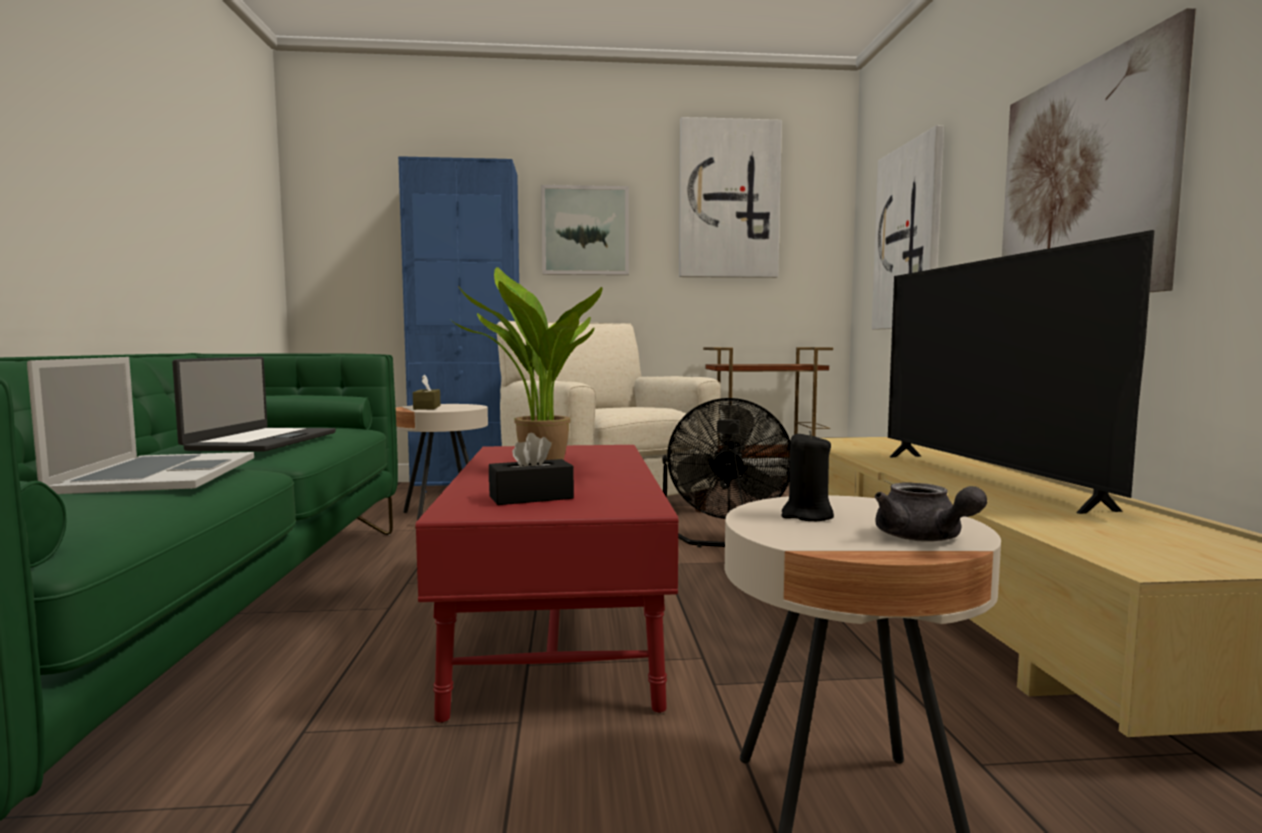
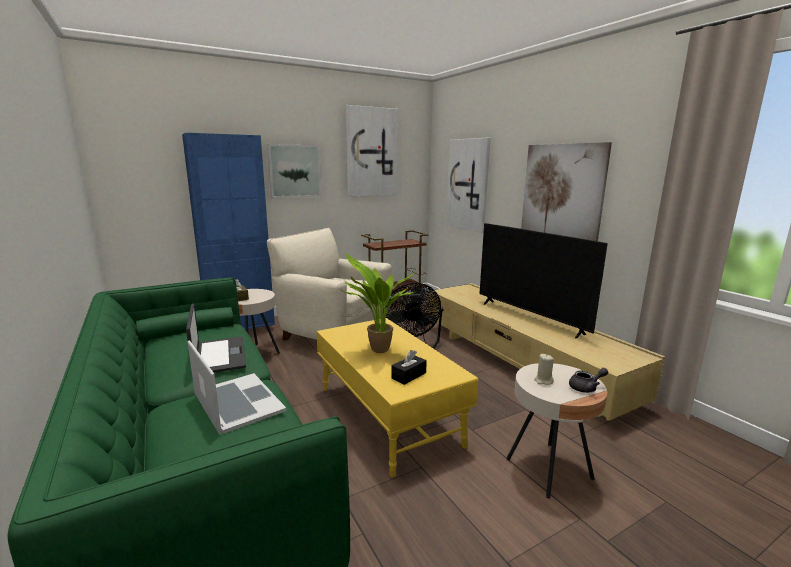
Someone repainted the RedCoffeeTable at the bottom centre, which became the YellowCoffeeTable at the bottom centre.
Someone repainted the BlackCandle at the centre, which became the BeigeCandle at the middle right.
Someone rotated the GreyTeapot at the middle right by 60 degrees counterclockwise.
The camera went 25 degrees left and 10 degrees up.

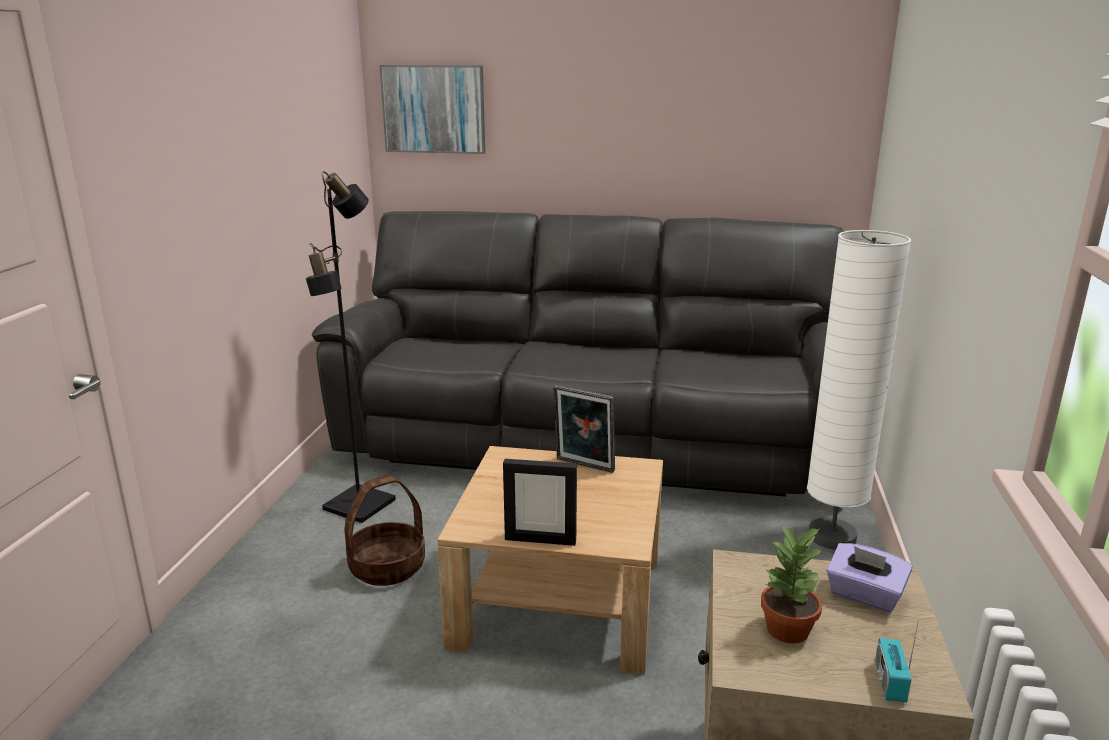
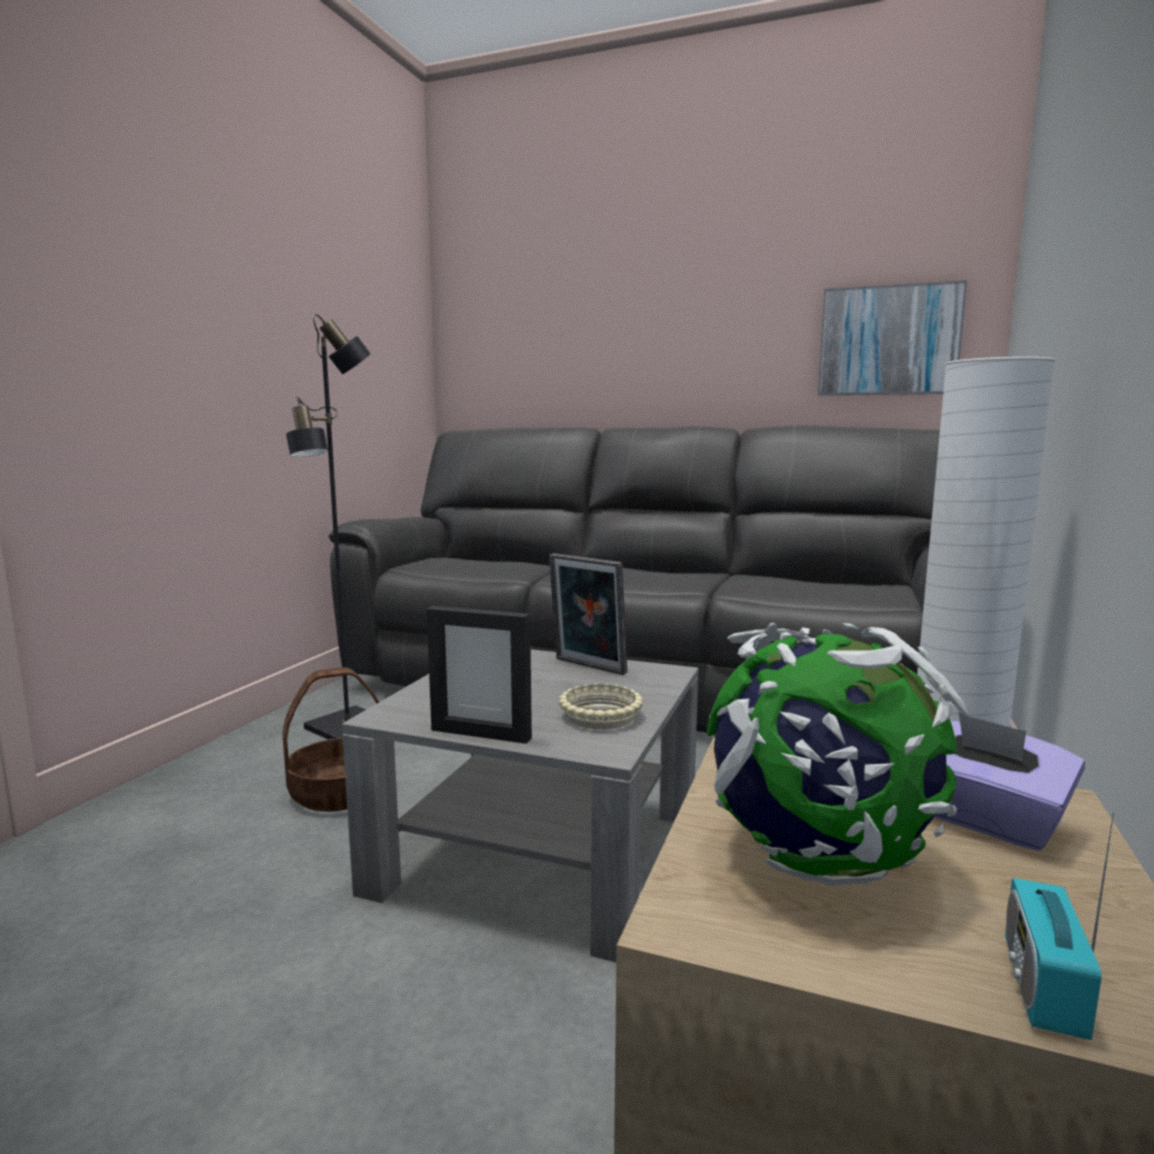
Someone carried the Picture from the top centre to the top right.
Someone repainted the BrownCoffeeTable at the bottom centre, which became the GreyCoffeeTable at the bottom centre.
Someone swapped the PottedPlant at the bottom right for the Globe at the middle right.
Someone put down the BeigeBowl at the centre.
The camera went 10 degrees right and 10 degrees down.

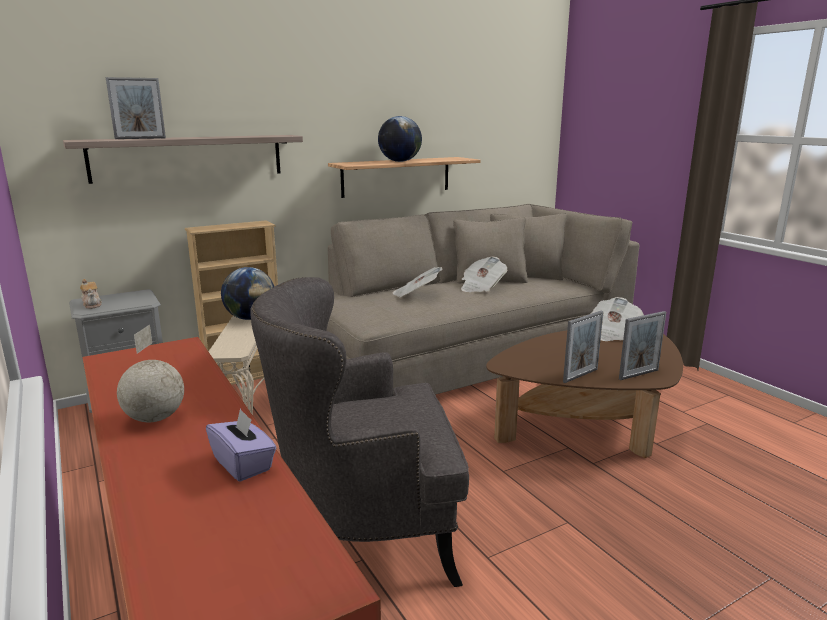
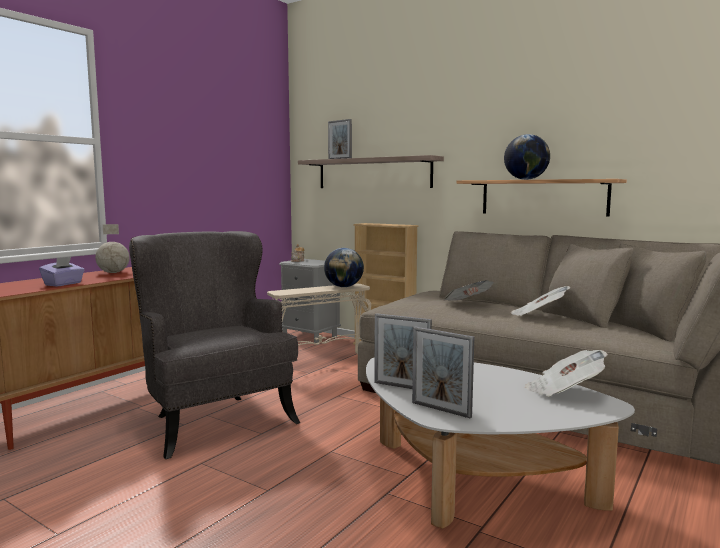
Someone repainted the BrownCoffeeTable at the middle right, which became the WhiteCoffeeTable at the bottom right.
The camera went 65 degrees right and 10 degrees down.

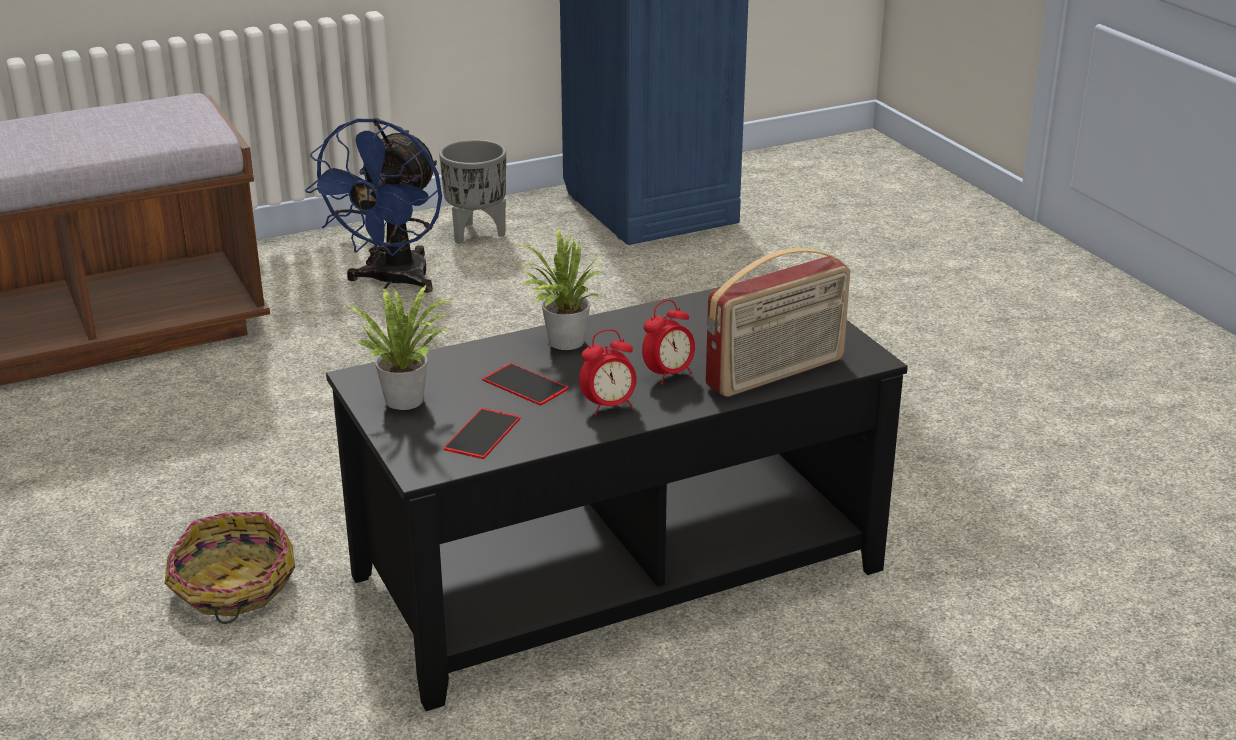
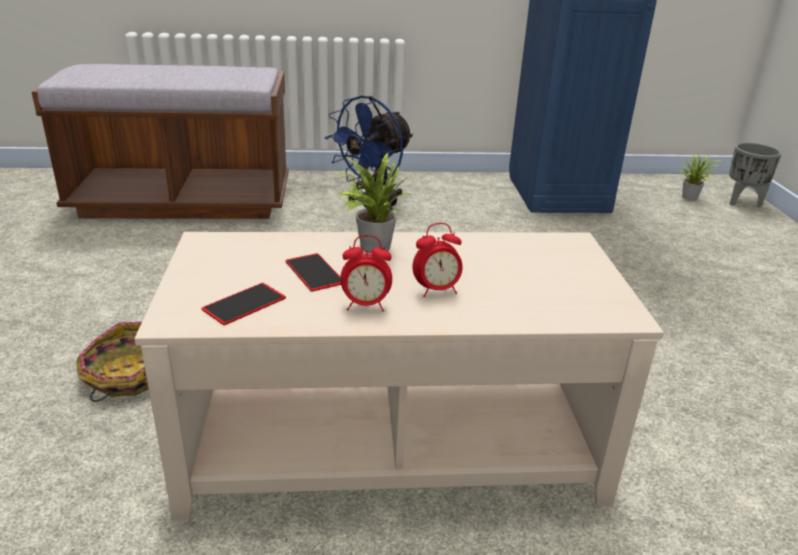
Someone repainted the BlackCoffeeTable at the bottom centre, which became the BeigeCoffeeTable at the bottom centre.
Someone carried the PottedPlant (no. 1 from left in the first image) from the middle left to the top right.
Someone carried the GreyPlanter from the top centre to the top right.
Someone took away the Radio at the centre.
The camera went 20 degrees right and 0 degrees up.

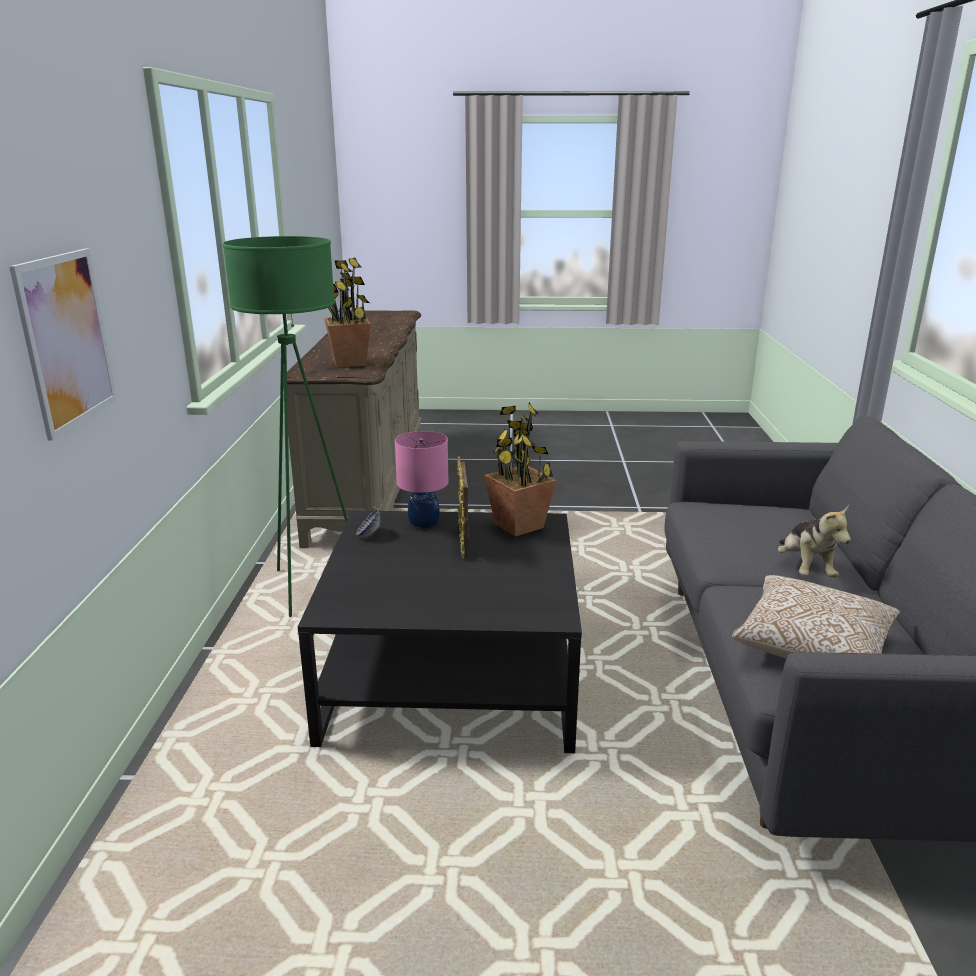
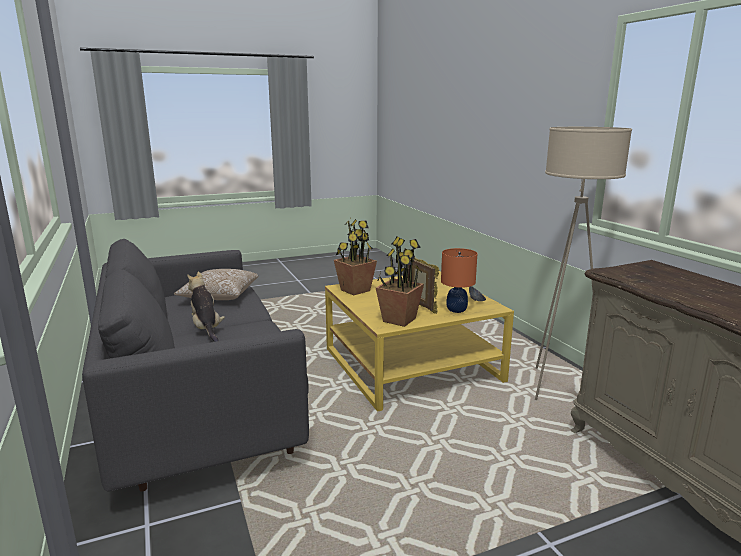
Someone took away the Picture at the middle left.
Someone repainted the GreenFloorLamp at the middle left, which became the BeigeFloorLamp at the middle right.
Someone repainted the BlackCoffeeTable at the centre, which became the YellowCoffeeTable at the centre.
Someone carried the PottedPlant (no. 1 from left) from the top centre to the centre.
Someone repainted the PinkTableLamp at the centre, which became the OrangeTableLamp at the centre.
The camera went 155 degrees right and 5 degrees down.

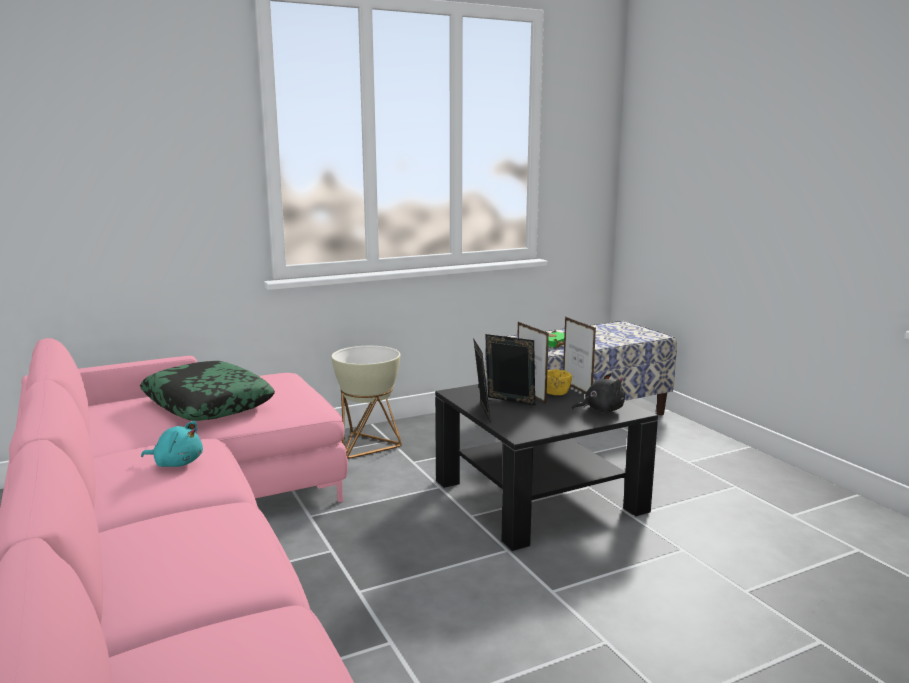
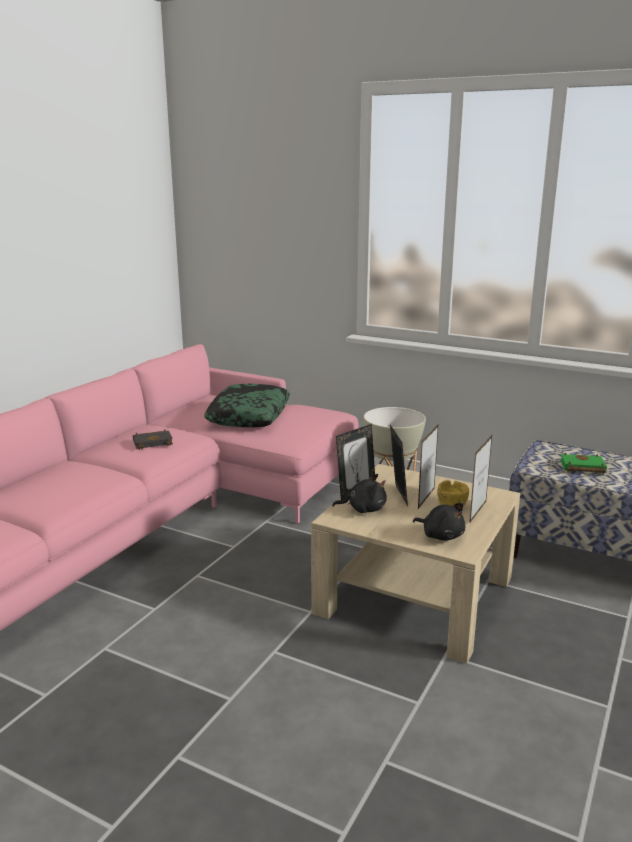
Someone swapped the TurquoisePlushToy at the middle left for the BlackBook at the middle left.
Someone repainted the BlackCoffeeTable at the bottom centre, which became the BeigeCoffeeTable at the bottom centre.
Someone put down the BlackPlushToy (no. 1 from left) at the centre.
The camera went 55 degrees right and 5 degrees up.

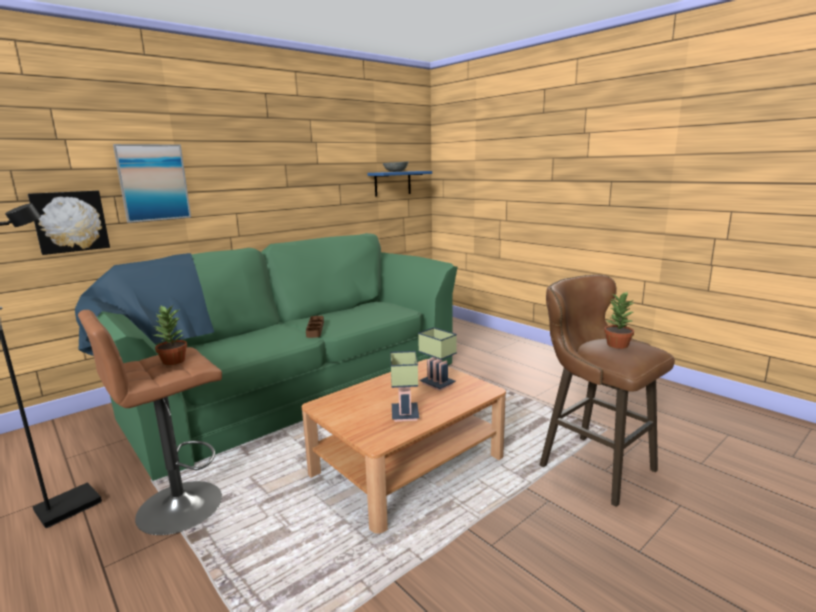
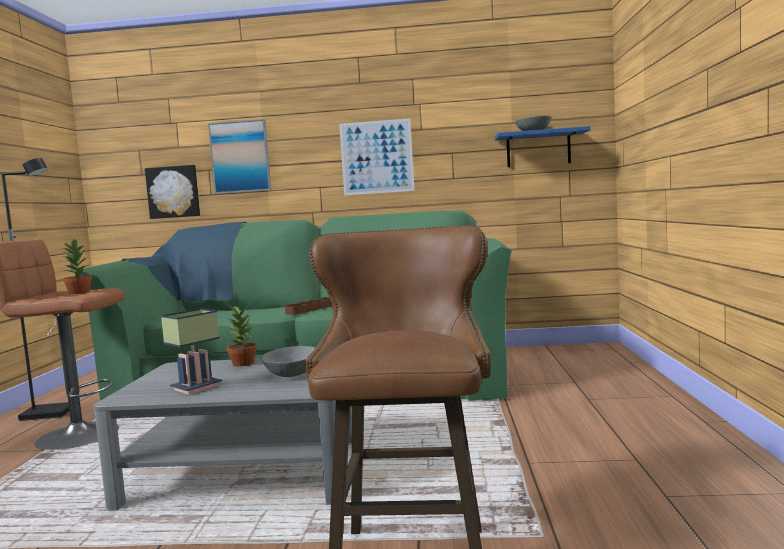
Someone repainted the BrownCoffeeTable at the bottom centre, which became the GreyCoffeeTable at the bottom left.
Someone swapped the TableLamp (no. 2 from left) at the centre for the GreyBowl (no. 1 from left) at the centre.
Someone carried the PottedPlant (no. 2 from left) from the middle right to the middle left.
Someone put up the Picture (no. 3 from left) at the top centre.
The camera went 45 degrees right and 10 degrees down.

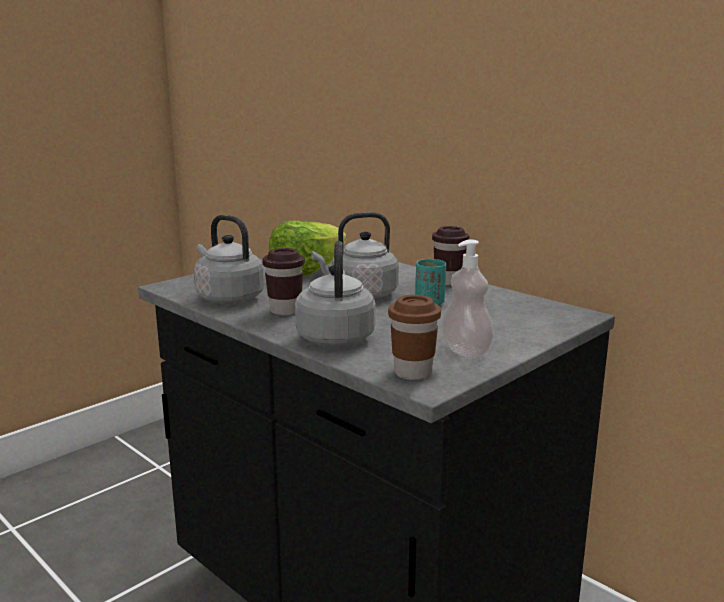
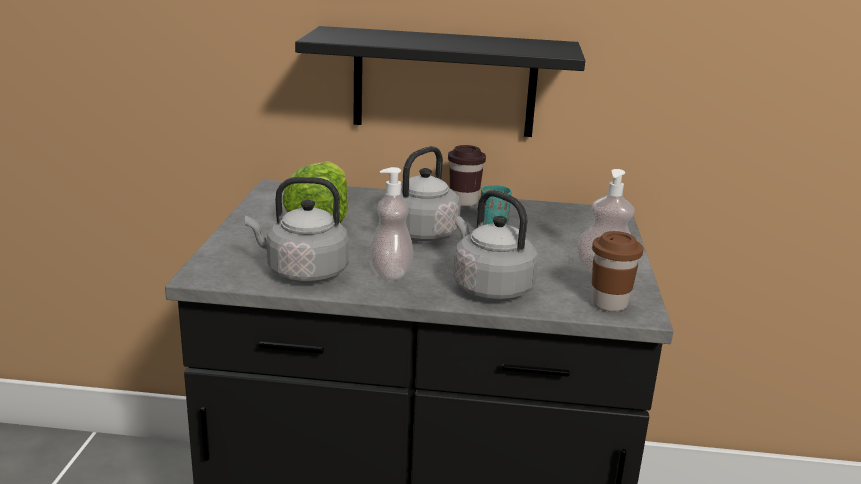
Someone swapped the BrownCup (no. 1 from left) at the centre for the SoapDispenser (no. 1 from left) at the centre.
Someone put up the BlackShelf at the top centre.
The camera went 40 degrees left and 5 degrees up.

